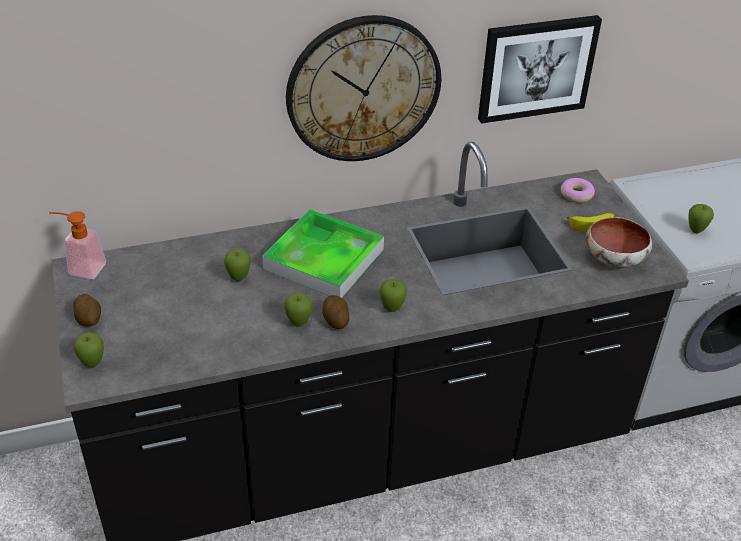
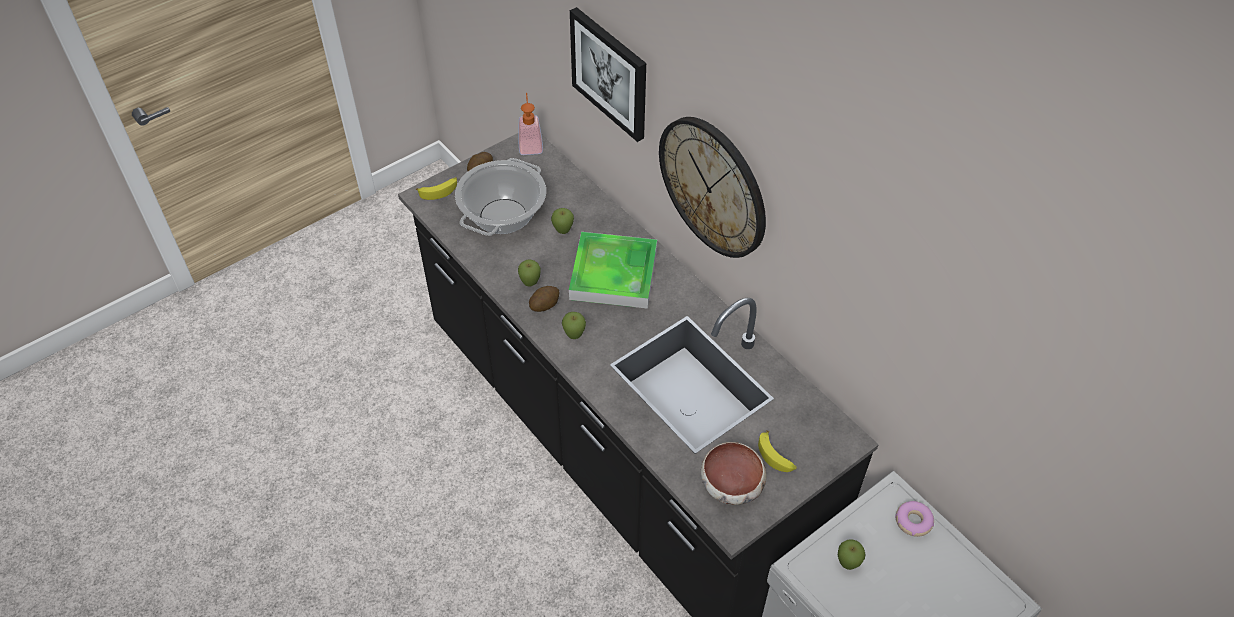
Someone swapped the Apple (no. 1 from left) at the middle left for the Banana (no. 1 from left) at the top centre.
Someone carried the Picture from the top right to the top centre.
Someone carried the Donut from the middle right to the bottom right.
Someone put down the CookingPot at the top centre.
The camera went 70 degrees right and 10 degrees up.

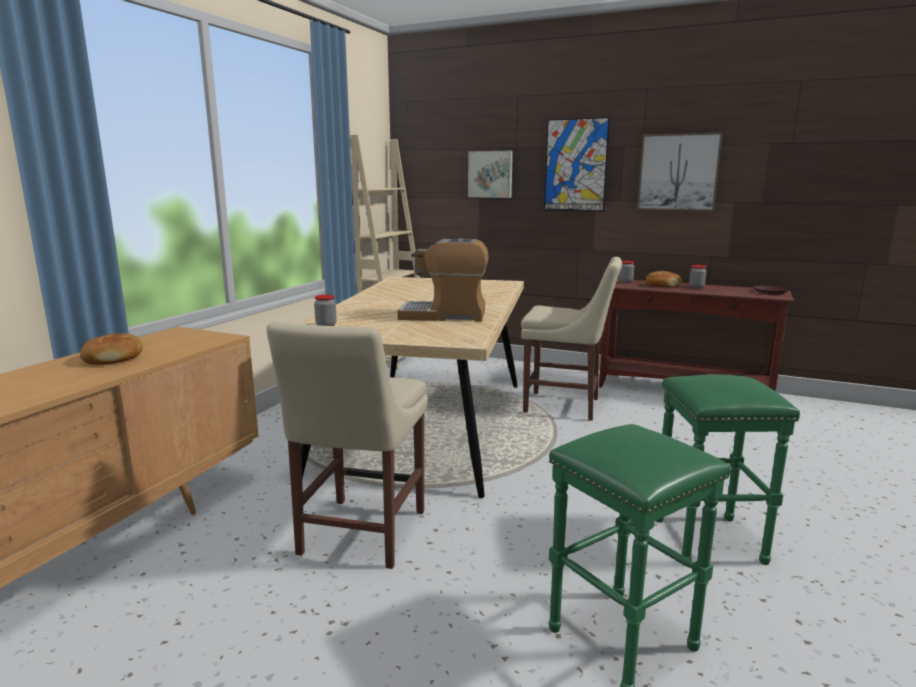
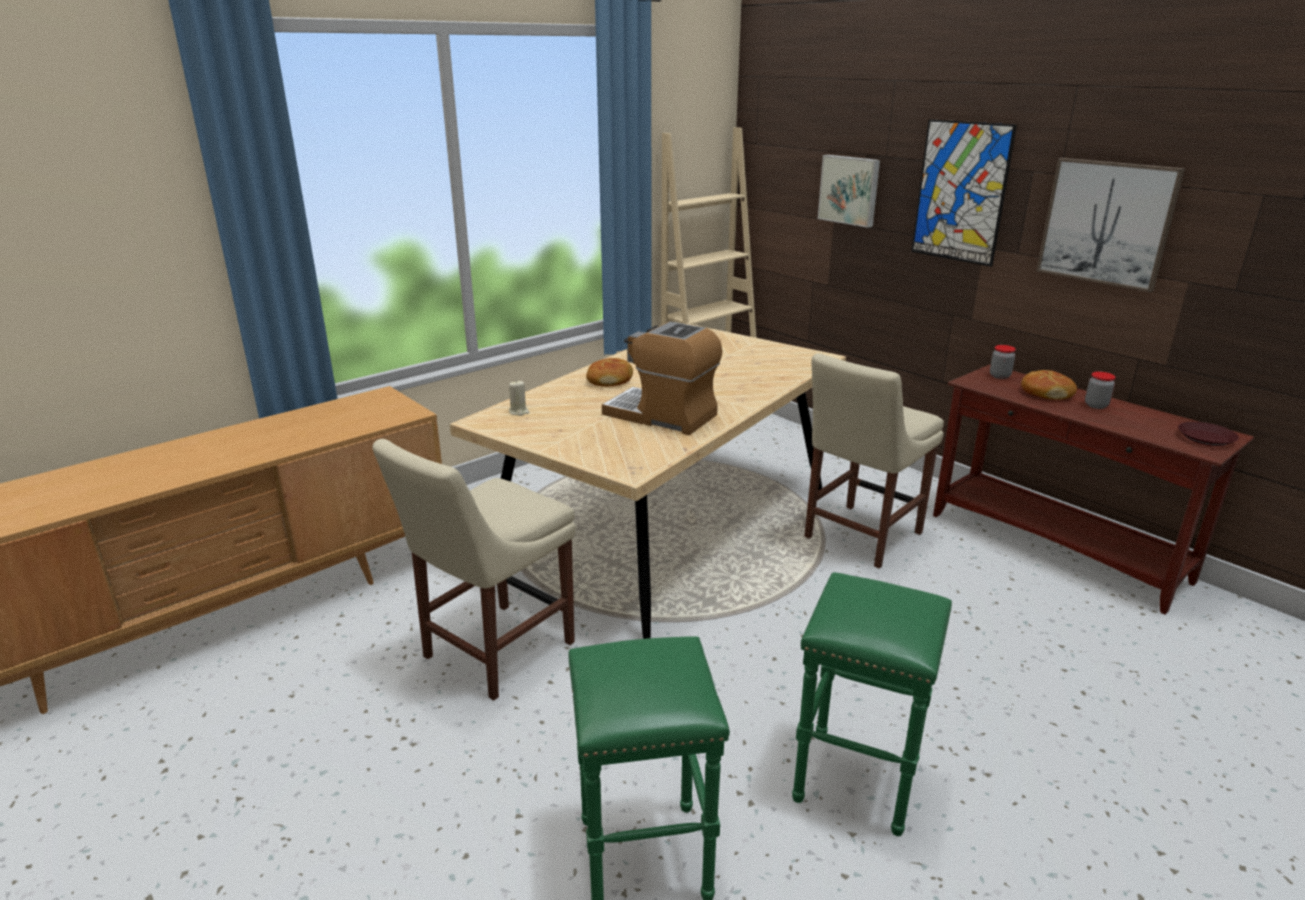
Someone carried the Bread (no. 1 from left) from the middle left to the centre.
Someone swapped the Jar (no. 1 from left) at the centre for the BeigeCandle at the centre.
Someone rotated the BeigeChair (no. 2 from left) at the centre by 90 degrees clockwise.
The camera went 25 degrees right and 10 degrees up.

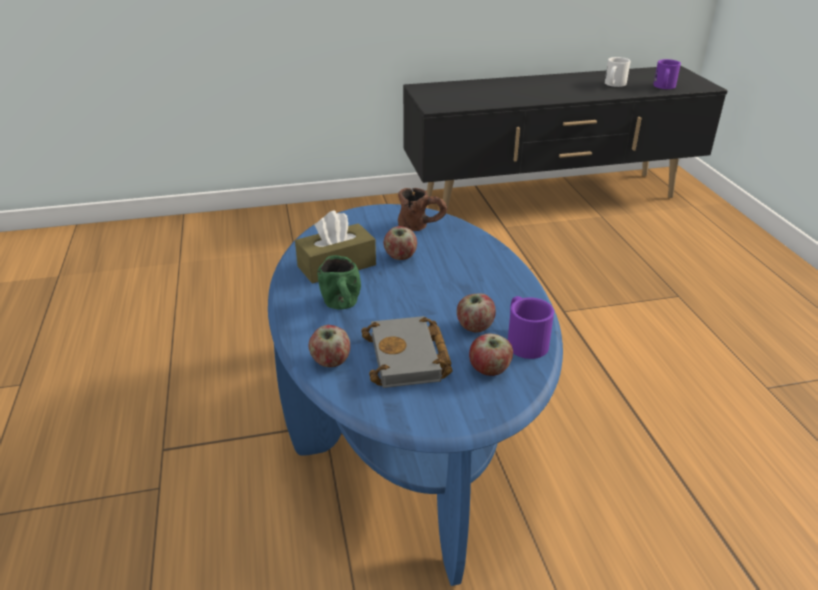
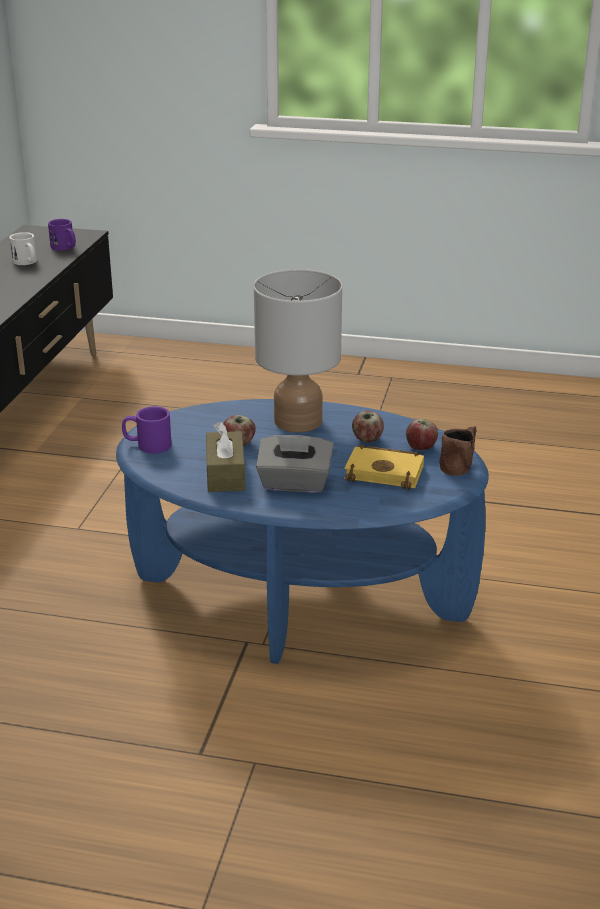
Someone took away the Apple (no. 1 from left) at the centre.
Someone swapped the GreenMug at the centre for the GreyTissueBox at the centre.
Someone repainted the GreyBook at the centre, which became the YellowBook at the centre.
Someone carried the BrownMug from the centre to the middle right.
Someone carried the PurpleMug (no. 1 from left in the first image) from the centre to the middle left.
Someone put down the GreyTableLamp at the centre.
The camera went 65 degrees left and 5 degrees down.

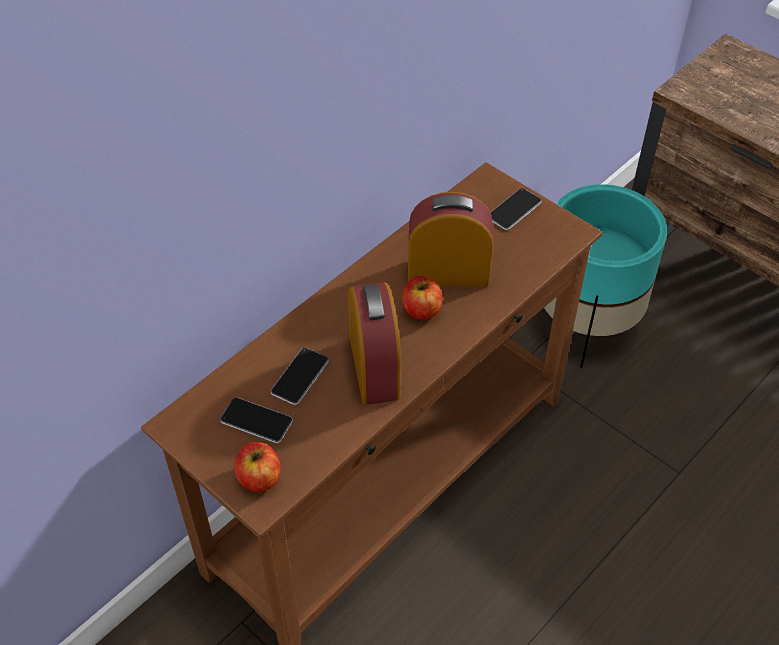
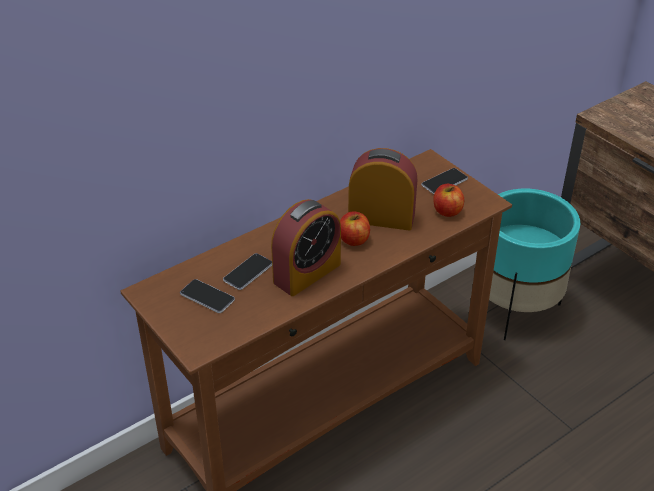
Someone carried the Apple (no. 1 from left in the first image) from the bottom left to the middle right.
Someone rotated the AlarmClock (no. 1 from left) at the centre by 45 degrees clockwise.
The camera went 10 degrees right and 10 degrees down.

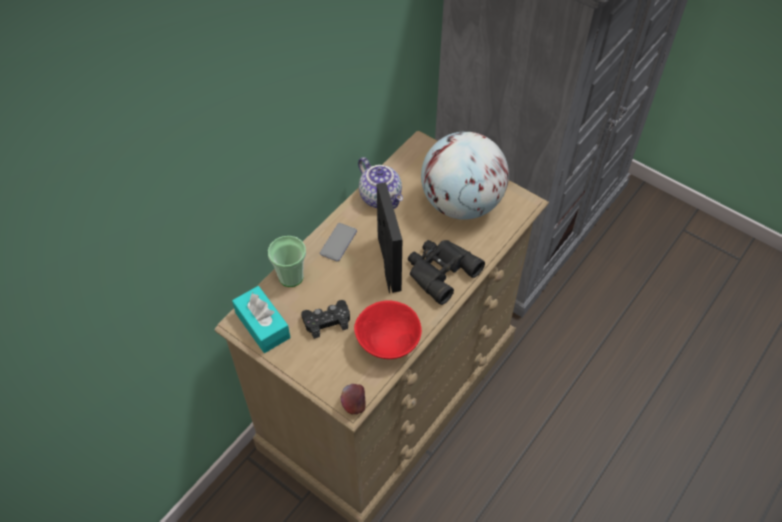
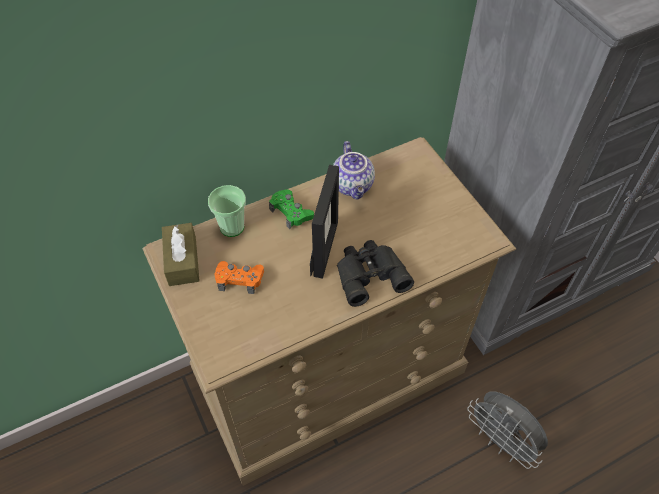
Someone repainted the TurquoiseTissueBox at the centre, which became the BrownTissueBox at the middle left.
Someone repainted the BlackGameController at the centre, which became the OrangeGameController at the centre.
Someone swapped the Phone at the centre for the GreenGameController at the centre.
Someone took away the Apple at the bottom centre.
Someone took away the RedBowl at the centre.
Someone took away the Globe at the centre.
Someone put down the GreyFan at the bottom right.
The camera went 25 degrees right and 0 degrees up.

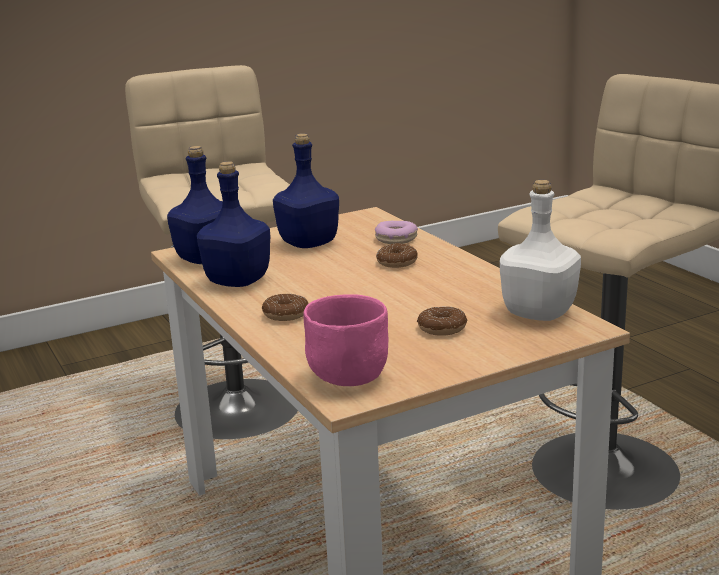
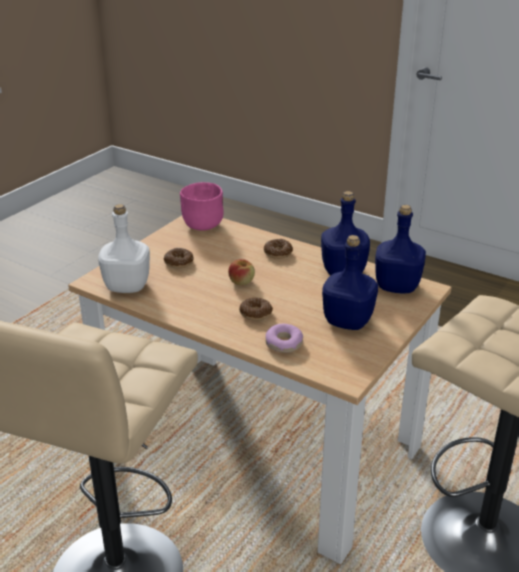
Someone put down the Apple at the centre.
The camera went 150 degrees right and 10 degrees up.

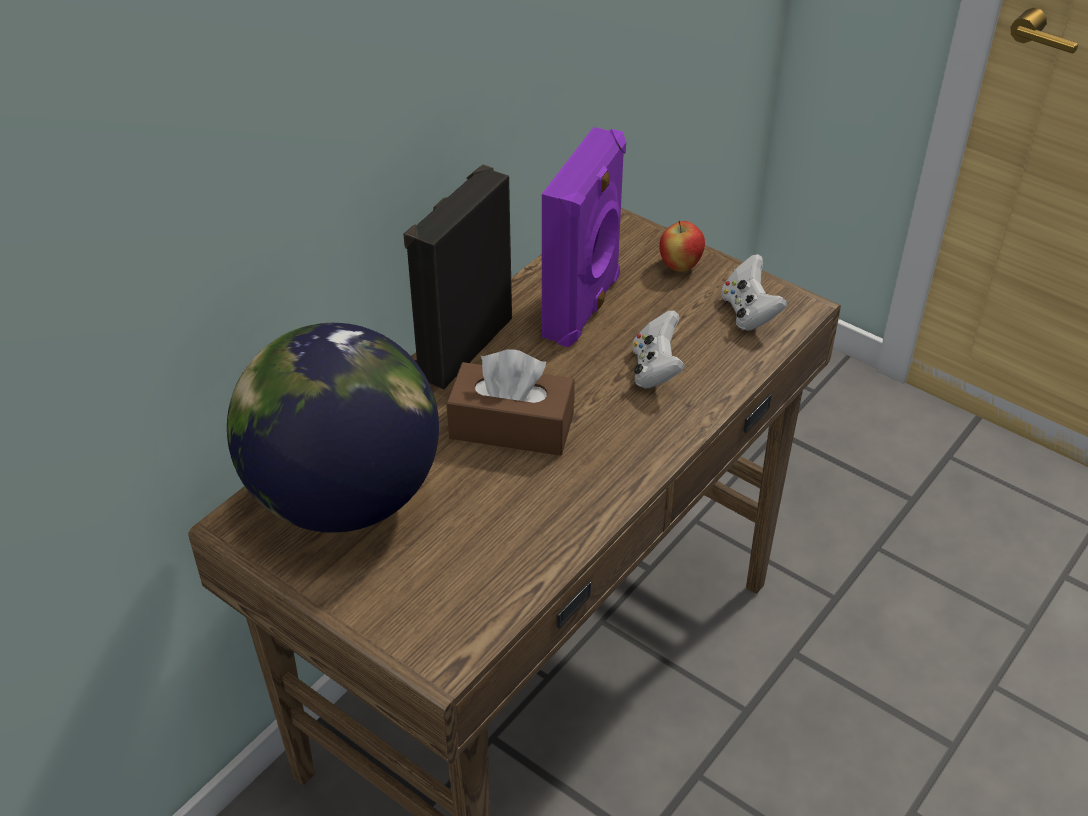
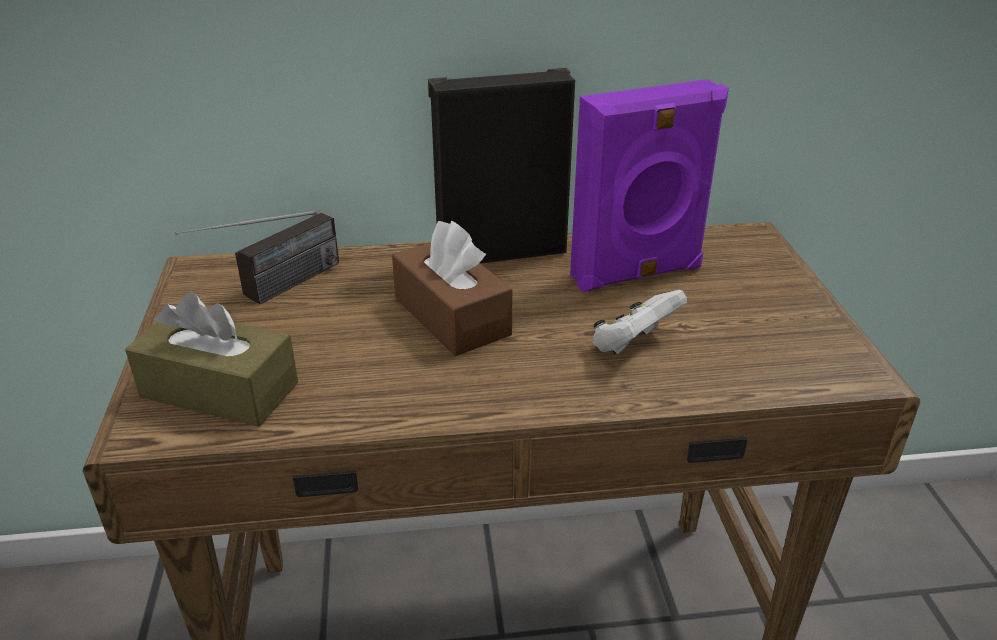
Someone swapped the Globe at the middle left for the Radio at the middle left.
Someone took away the Apple at the top centre.
Someone took away the WhiteGameController (no. 2 from left) at the middle right.
Someone put down the BrownTissueBox (no. 1 from left) at the middle left.
The camera went 45 degrees right and 10 degrees down.

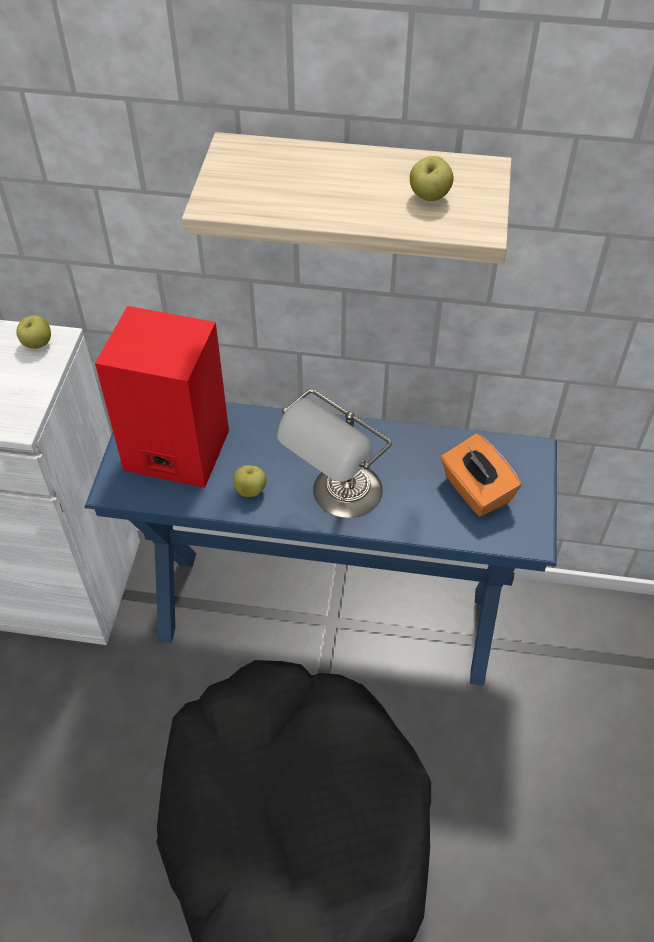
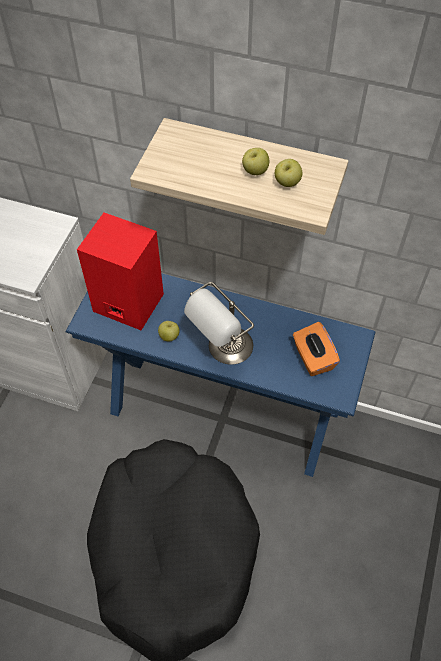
Someone carried the Apple (no. 1 from left in the first image) from the middle left to the top centre.
The camera went 10 degrees right and 5 degrees up.

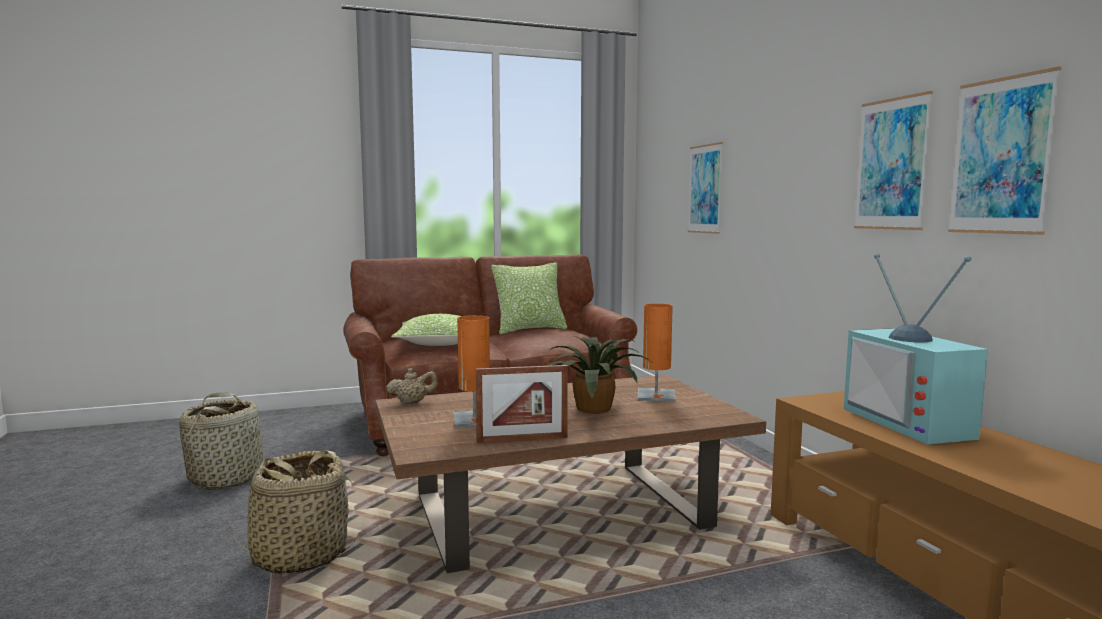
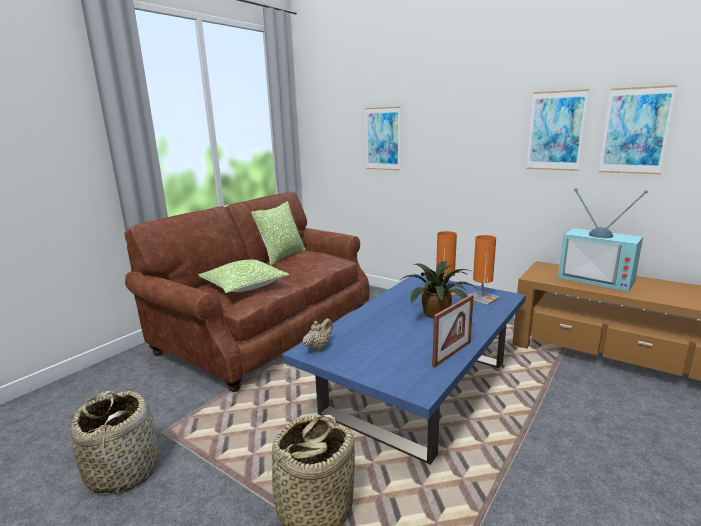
Someone repainted the BrownCoffeeTable at the bottom centre, which became the BlueCoffeeTable at the bottom centre.
Someone carried the OrangeTableLamp (no. 1 from left in the first image) from the centre to the middle right.
The camera went 35 degrees left and 10 degrees up.

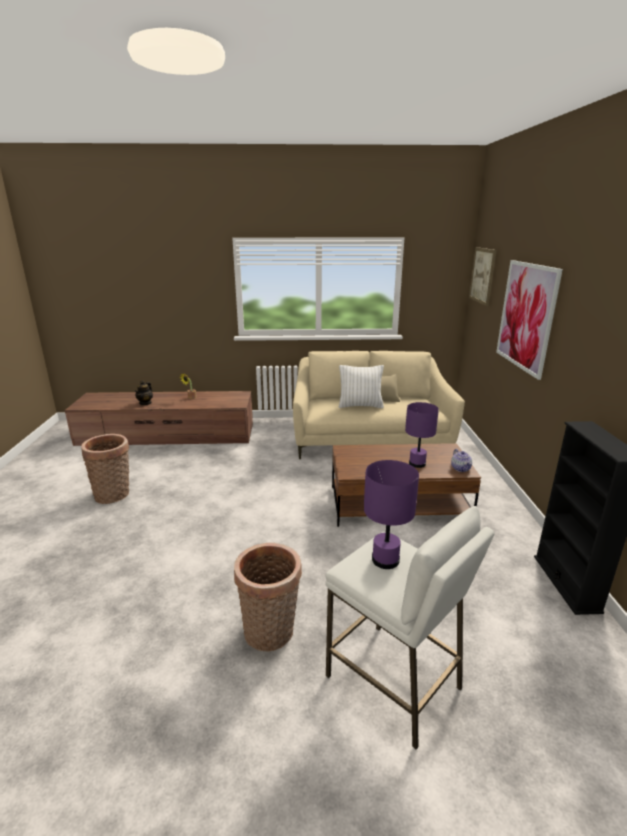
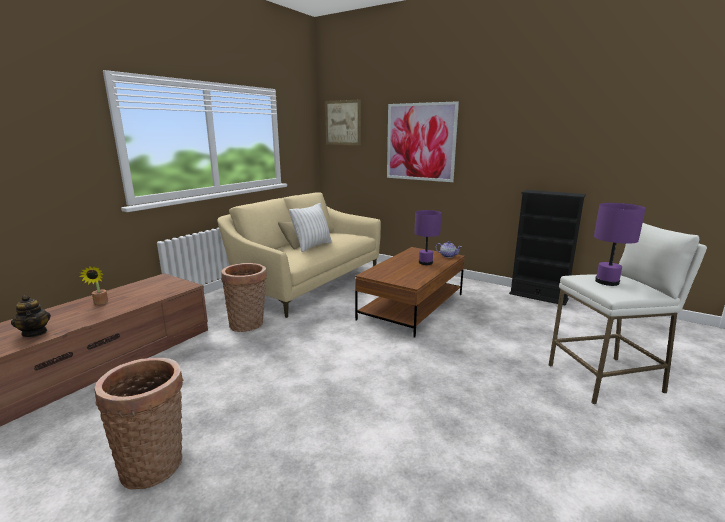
Someone carried the Basket (no. 2 from left) from the bottom centre to the centre.
The camera went 55 degrees left and 5 degrees down.

